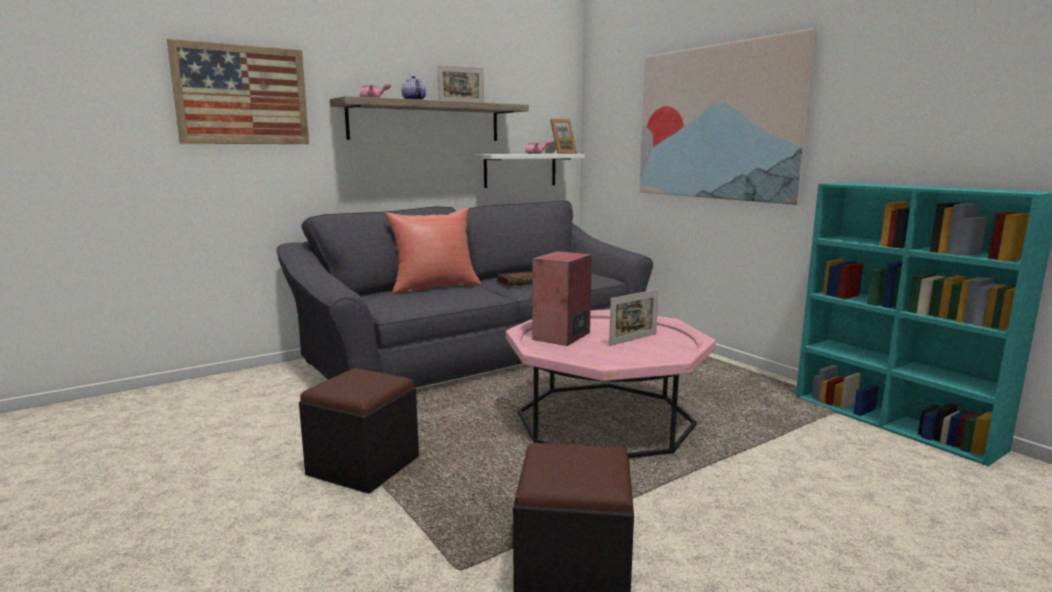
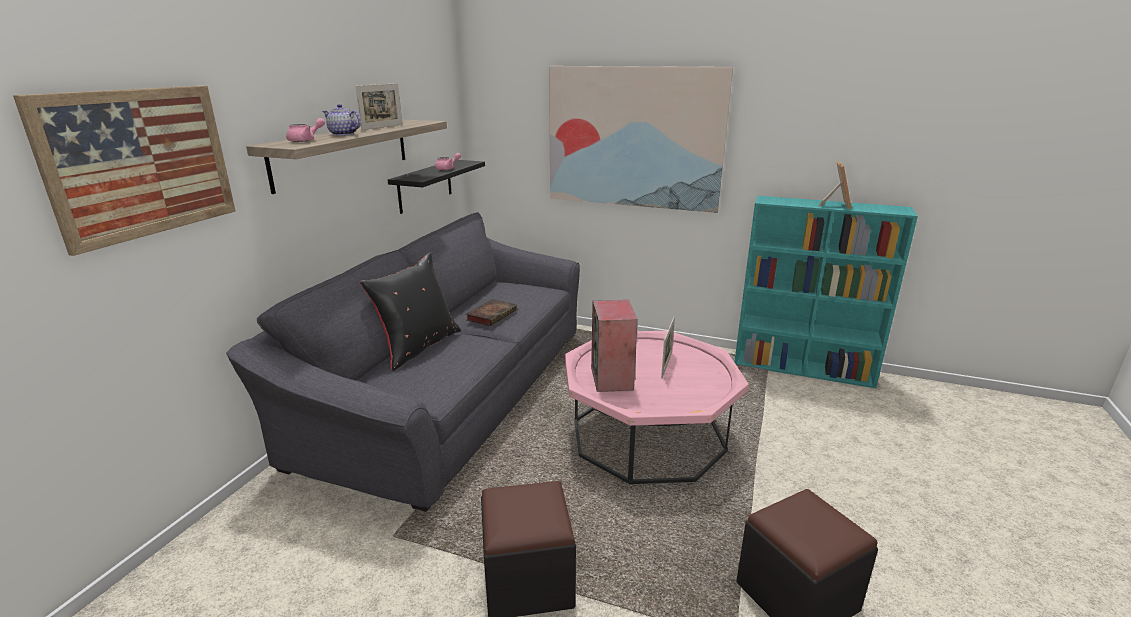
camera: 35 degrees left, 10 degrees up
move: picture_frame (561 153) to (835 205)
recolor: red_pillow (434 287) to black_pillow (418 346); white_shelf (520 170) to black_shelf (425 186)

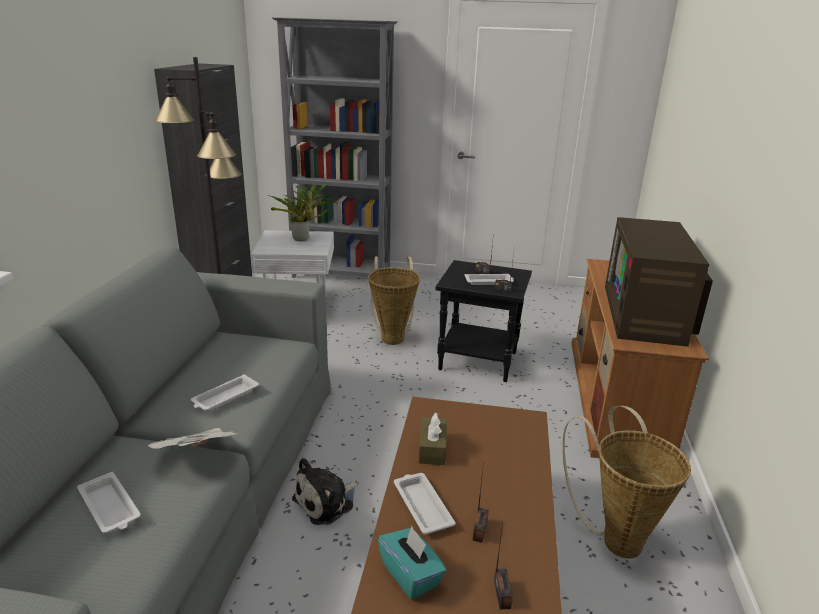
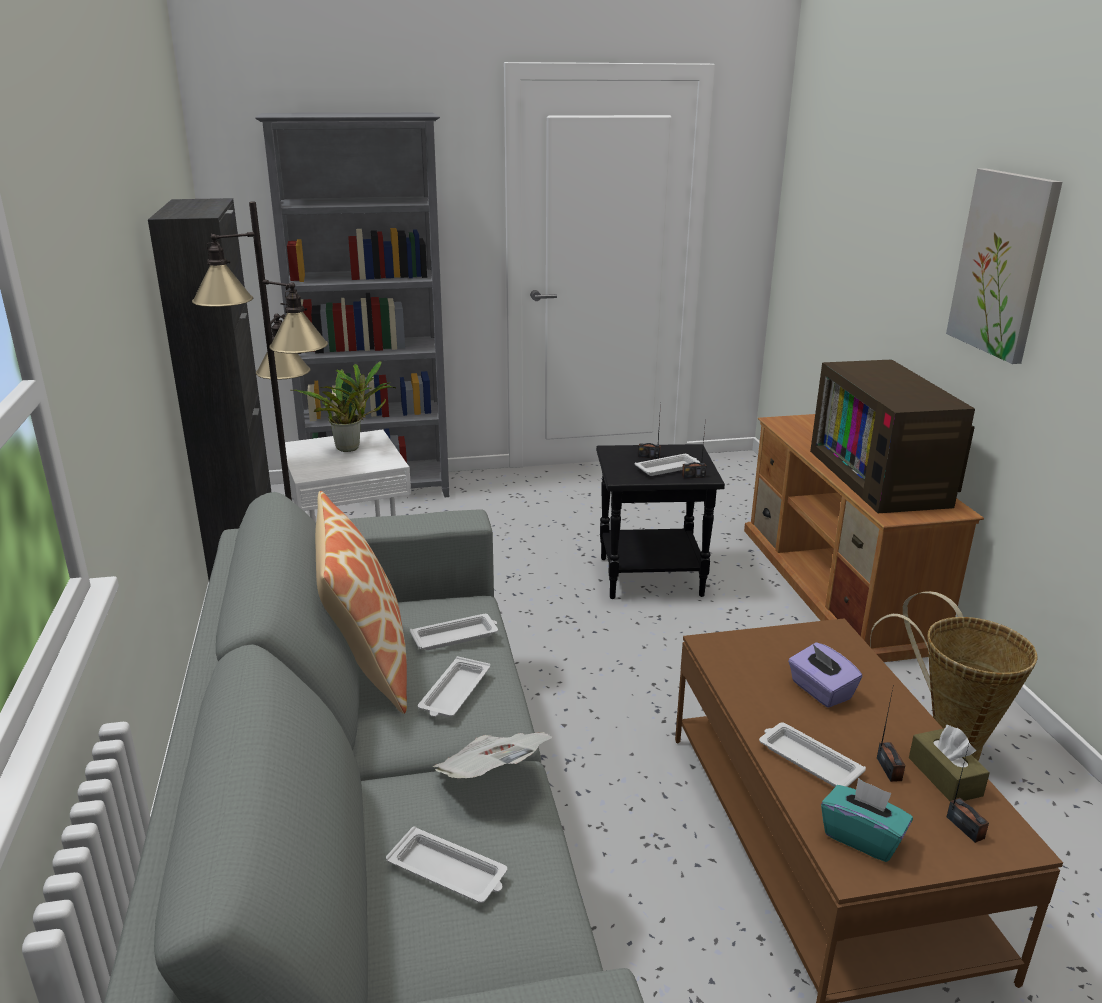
camera: 20 degrees left, 0 degrees up
delete: plush_toy (327 502); basket (392 337)
insert: pillow (366 663); white_tray (456 636); purple_tissue_box (820 691); picture (1003 264)
move: brown_tissue_box (432 449) to (945 776)

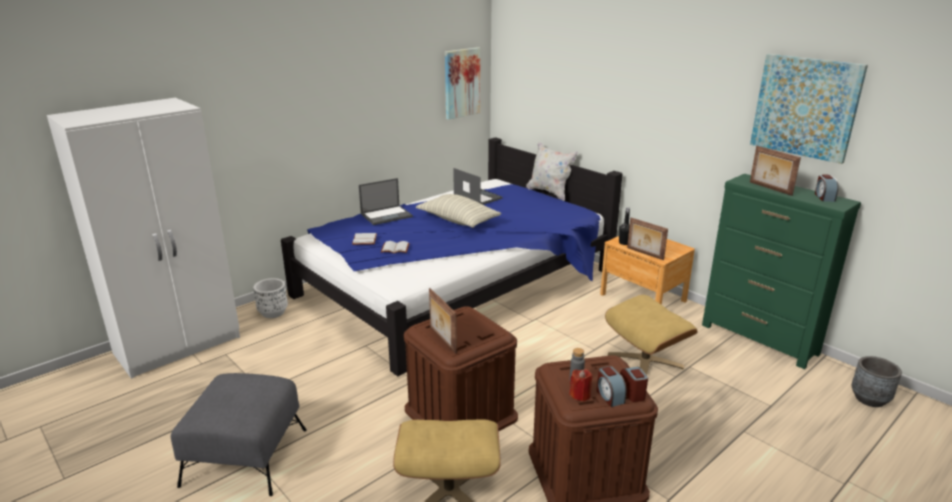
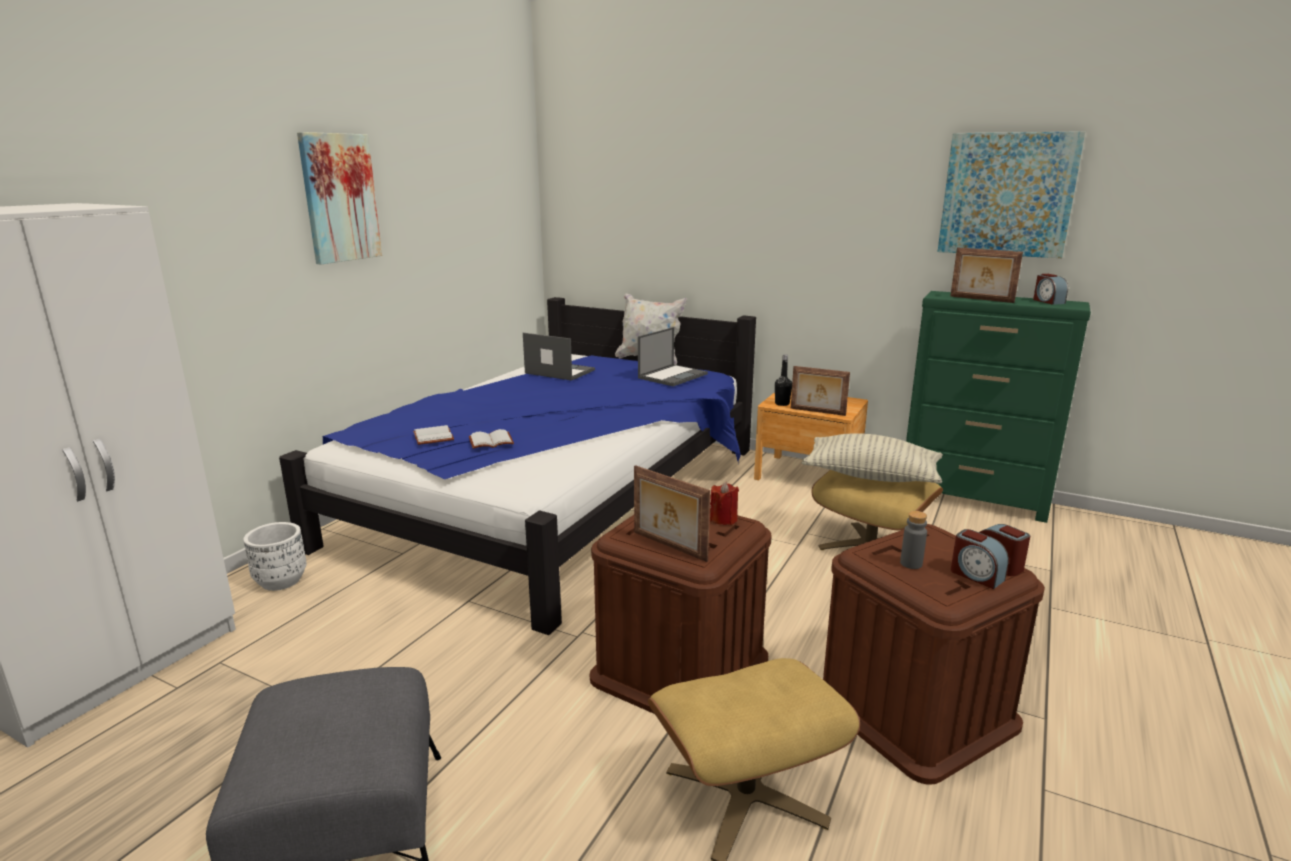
camera: 20 degrees left, 5 degrees down
delete: grey_planter (870 399)
move: laptop (387 215) to (673 376); pillow (458 221) to (871 476); picture (461 83) to (339 198); red_candle (580 395) to (723 519)

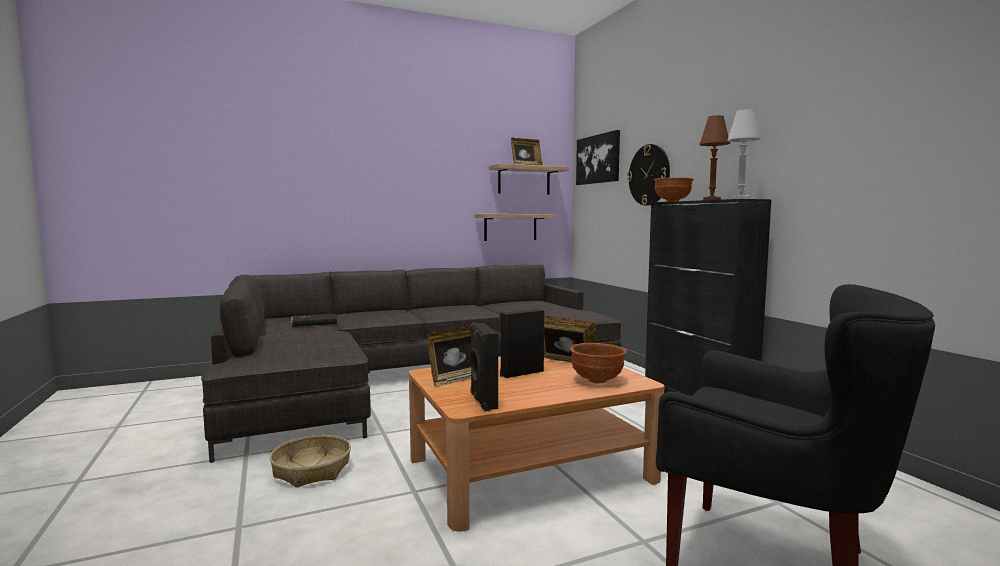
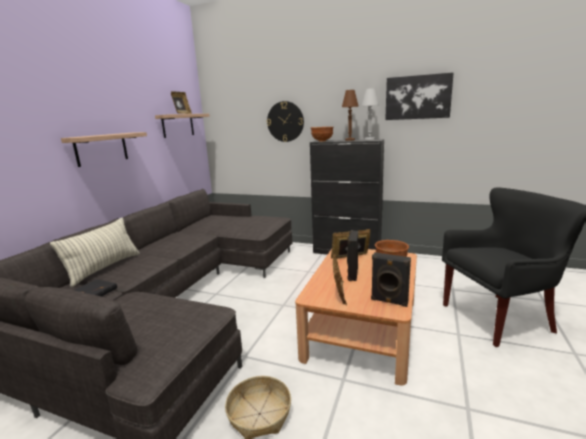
camera: 45 degrees left, 10 degrees up
insert: pillow (104 268)
move: shelf (510 227) to (101 149); picture (598 159) to (417 97)

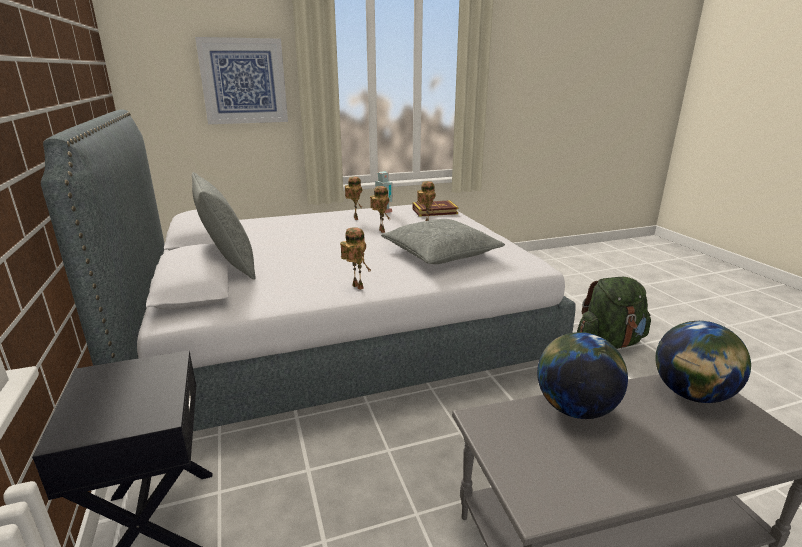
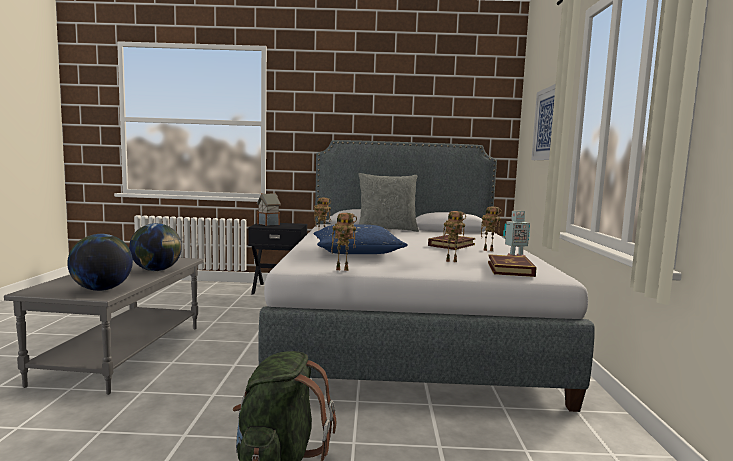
camera: 110 degrees right, 15 degrees down
insert: toy_house (268 224); book (451 245)
move: toy_robot (380 231) to (343 269)
recolor: grey_pillow (440 253) to blue_pillow (356 252)

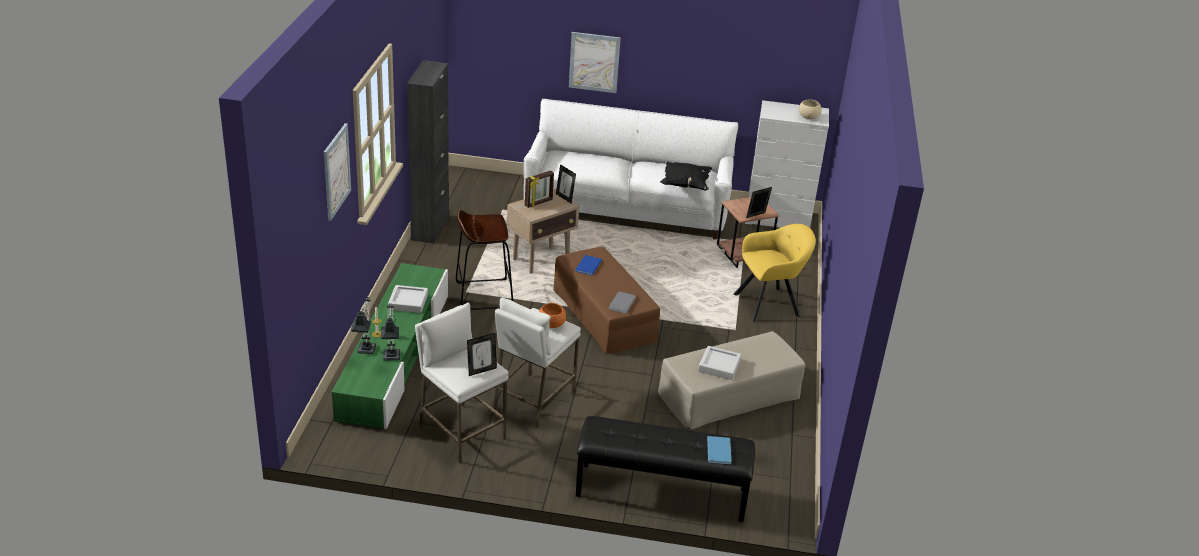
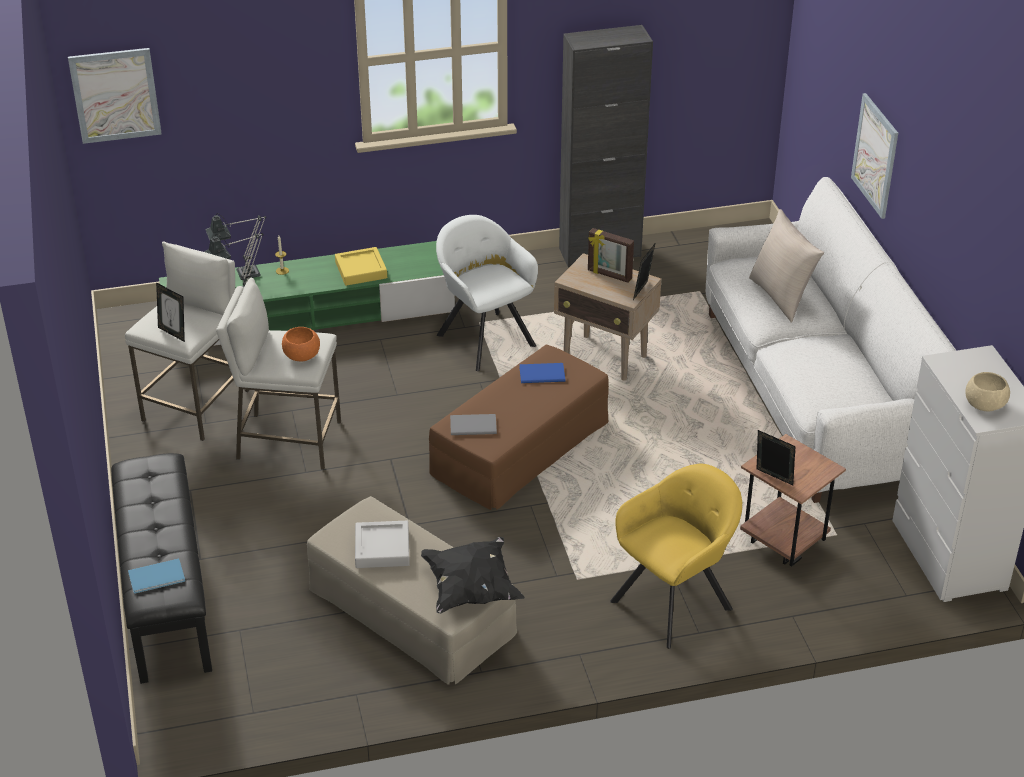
camera: 70 degrees right, 5 degrees up
insert: beige_pillow (781 297)
move: picture (336 171) to (115 95); black_pillow (685 185) to (471 589)
replace: brown_stool (483 294) to white_armchair (484 337)
recolor: grey_tray (408 302) to yellow_tray (361 270)
rotate: yellow_armchair (770 305) = (676 602) 90 degrees counterclockwise

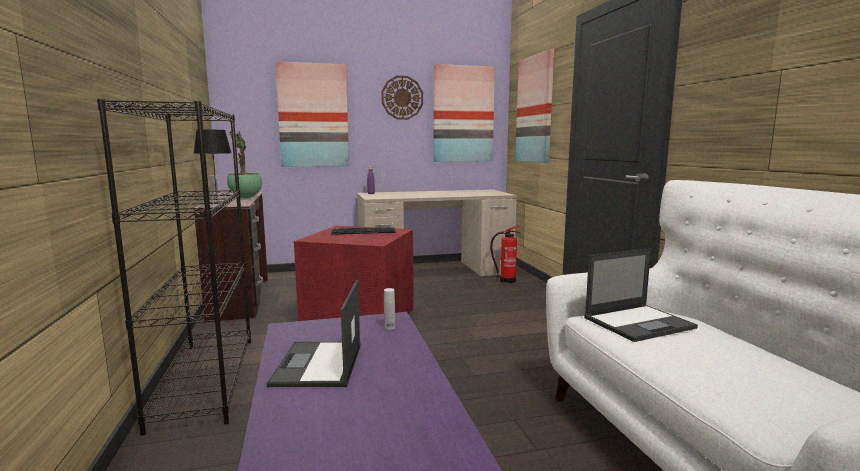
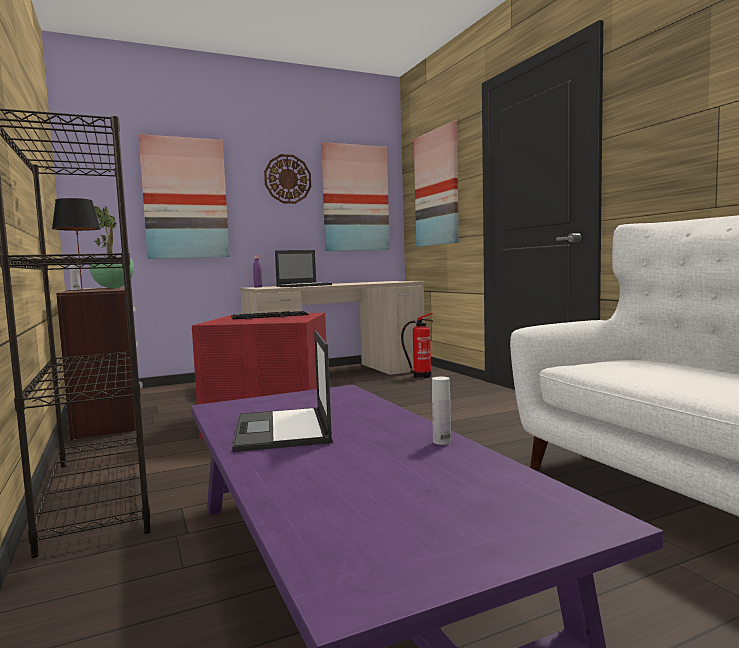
camera: 10 degrees left, 5 degrees down
move: white_bottle (389 327) to (442 441); laptop (639 322) to (304 285)

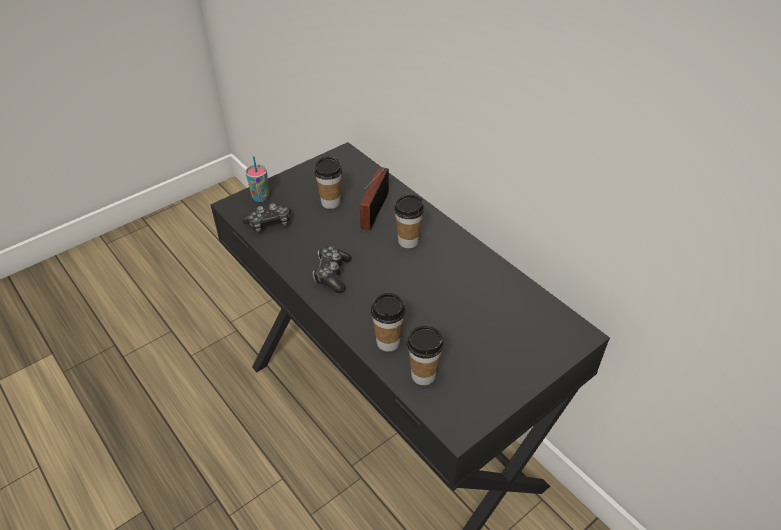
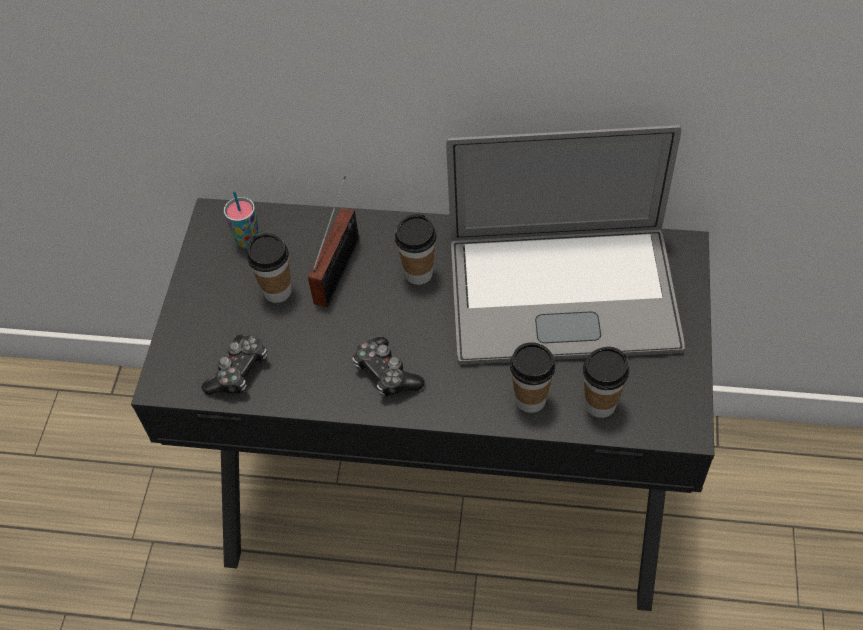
camera: 40 degrees left, 10 degrees up
insert: laptop (562 294)
move: cup (260 198) to (248 240)
rotate: radio (373 212) = (340 267) 135 degrees counterclockwise

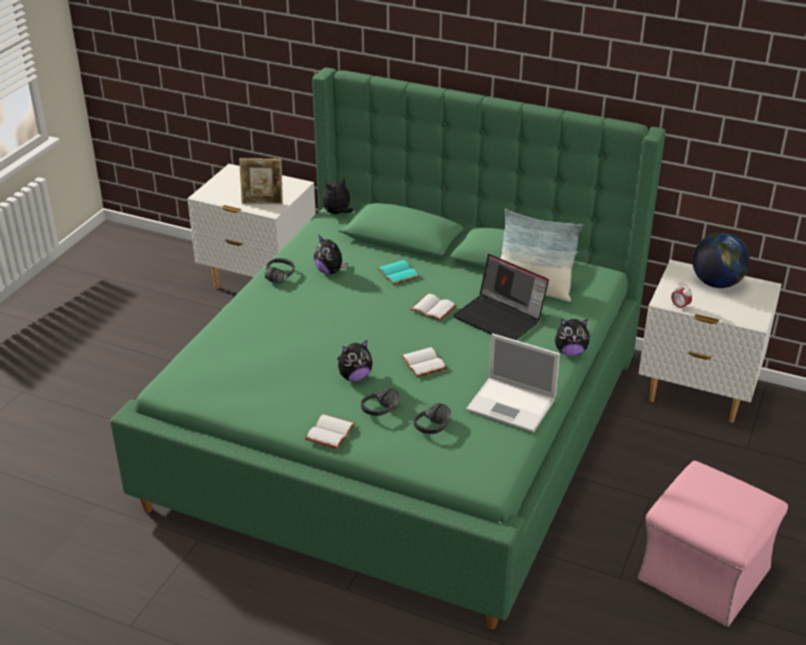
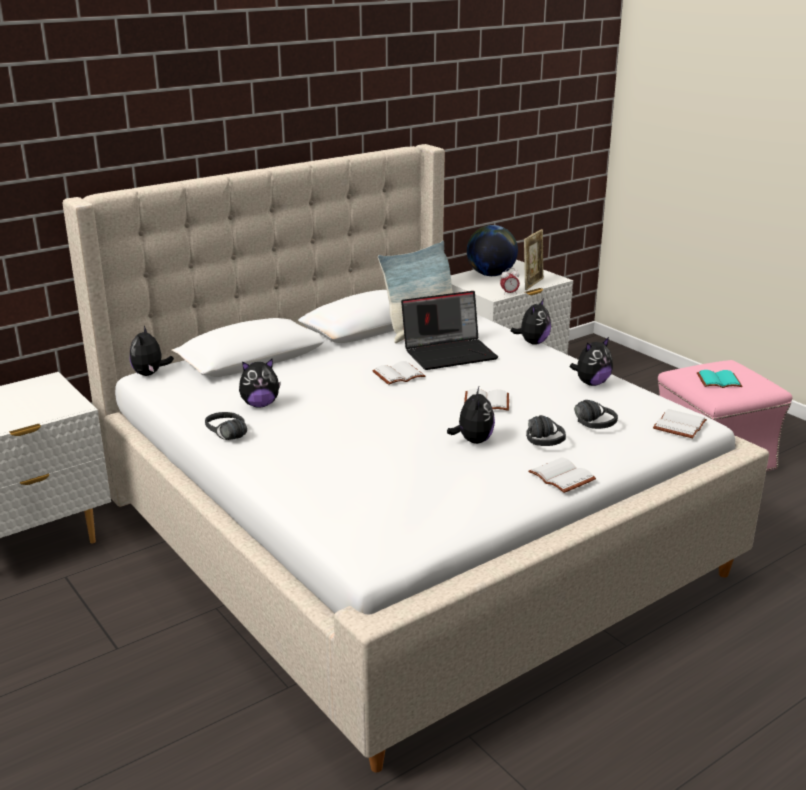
camera: 60 degrees left, 10 degrees down
insert: white_book (678 425)
move: picture_frame (263 203) to (532 283); turquoise_book (399 274) to (719 380)
replace: laptop (512 405) to plush_toy (591 383)
recolor: green_bed (404 427) to beige_bed (404 530)

